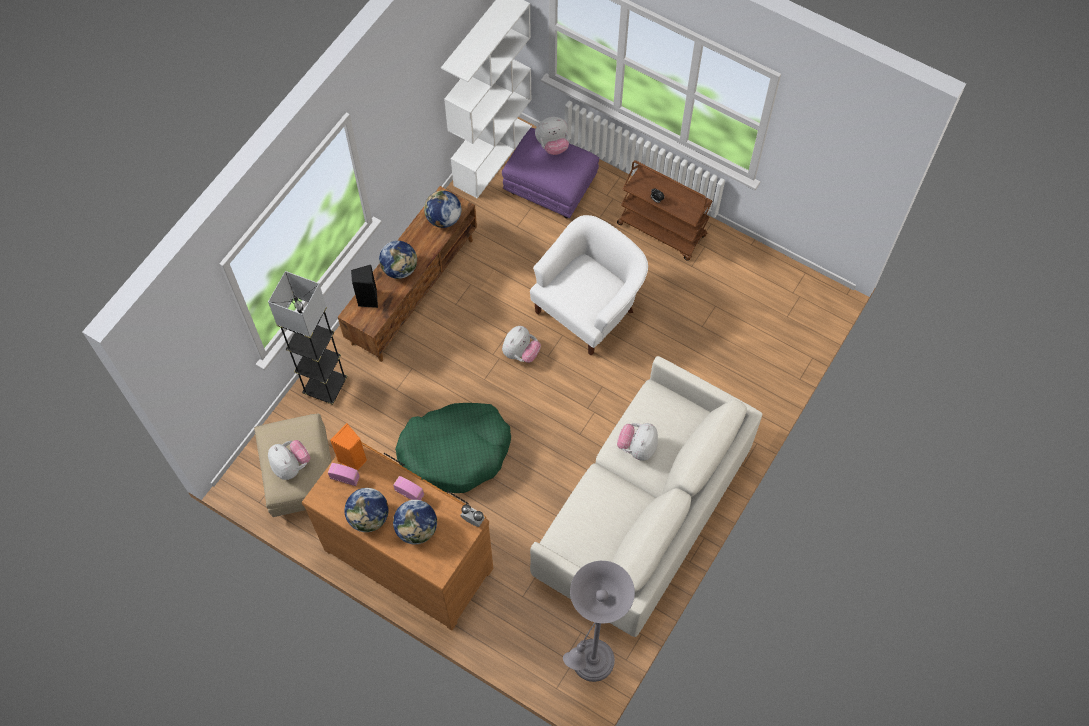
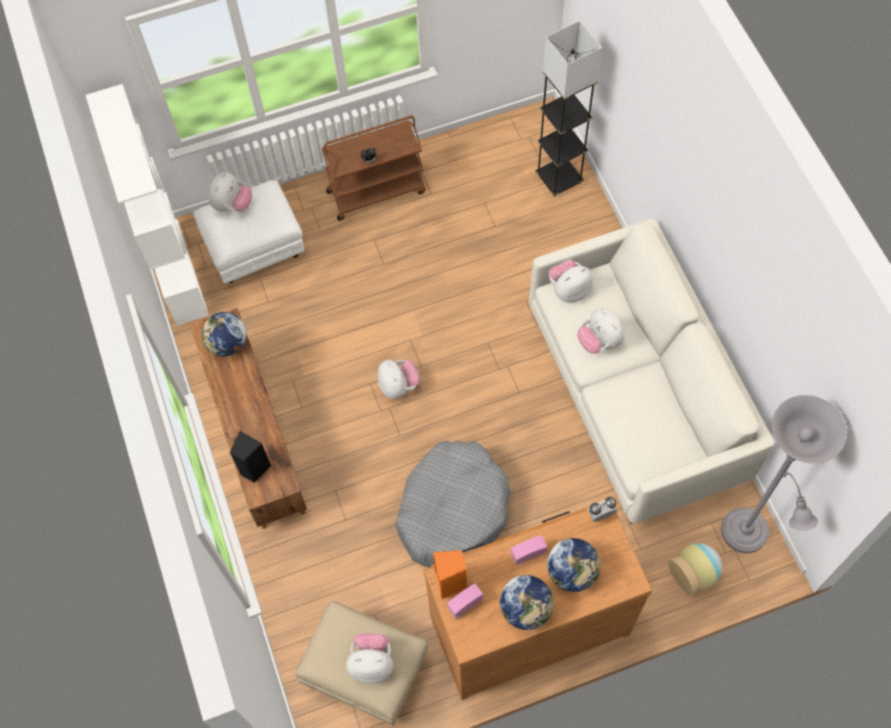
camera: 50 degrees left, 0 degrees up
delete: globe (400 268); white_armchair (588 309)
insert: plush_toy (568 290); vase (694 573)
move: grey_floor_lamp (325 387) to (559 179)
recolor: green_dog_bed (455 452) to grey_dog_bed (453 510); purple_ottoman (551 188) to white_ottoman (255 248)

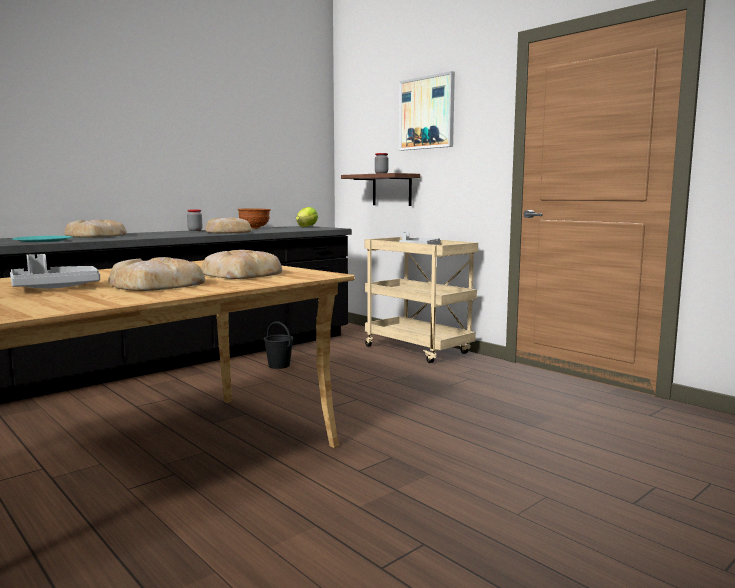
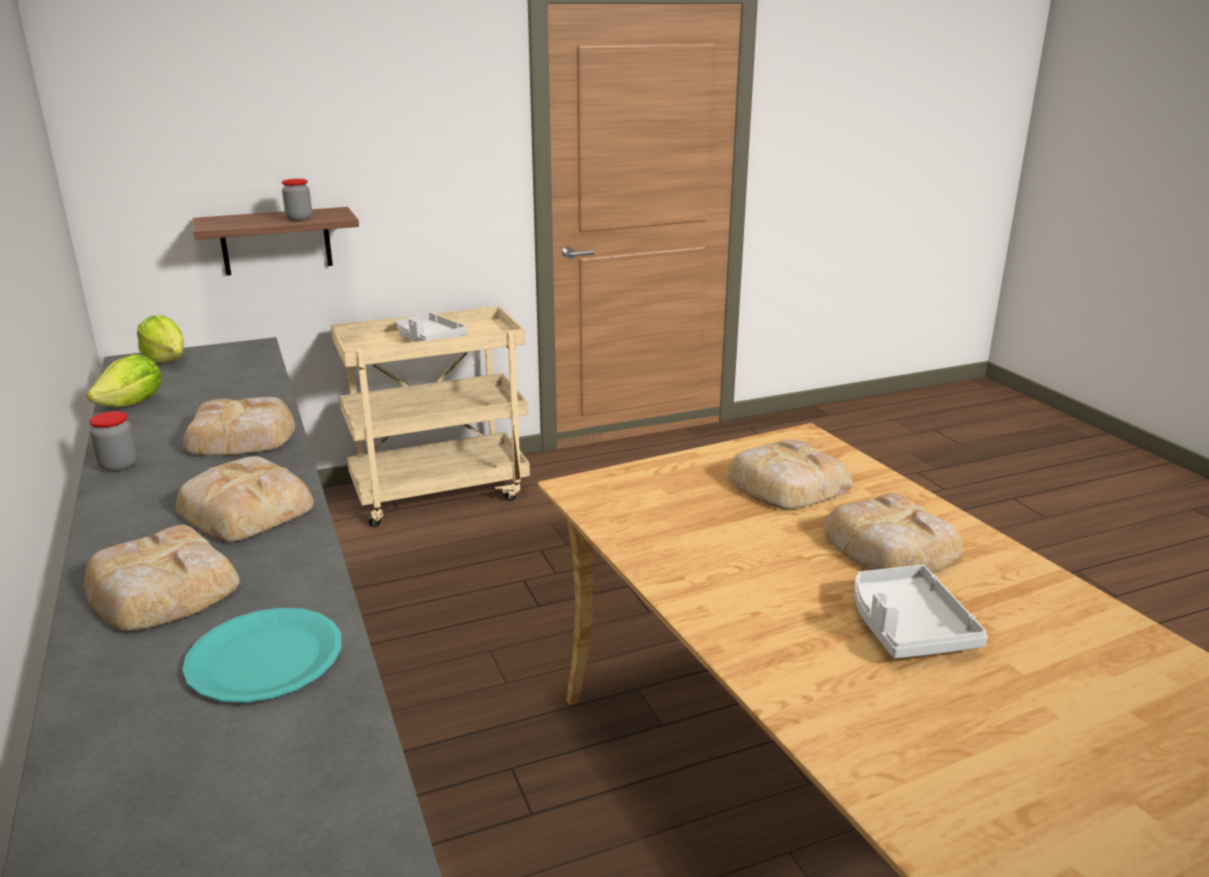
camera: 70 degrees left, 15 degrees up
delete: black_bucket (279 366); picture (427 113)
insert: bread (247 508)
replace: brown_bowl (254 228) to lettuce (133 404)

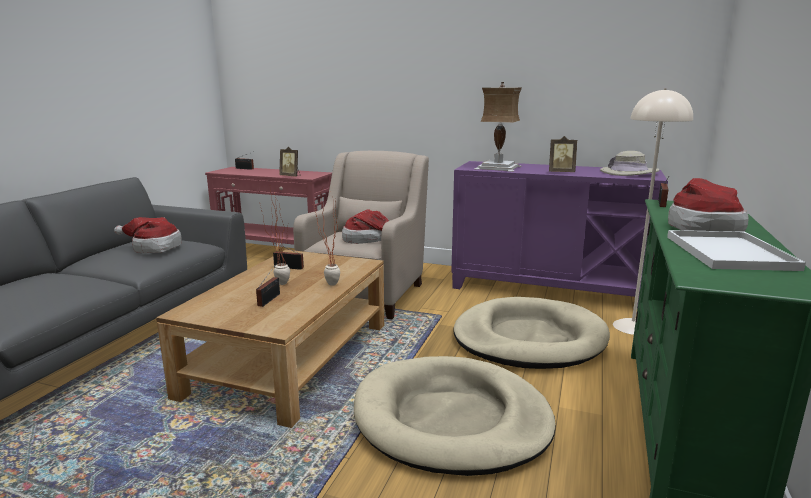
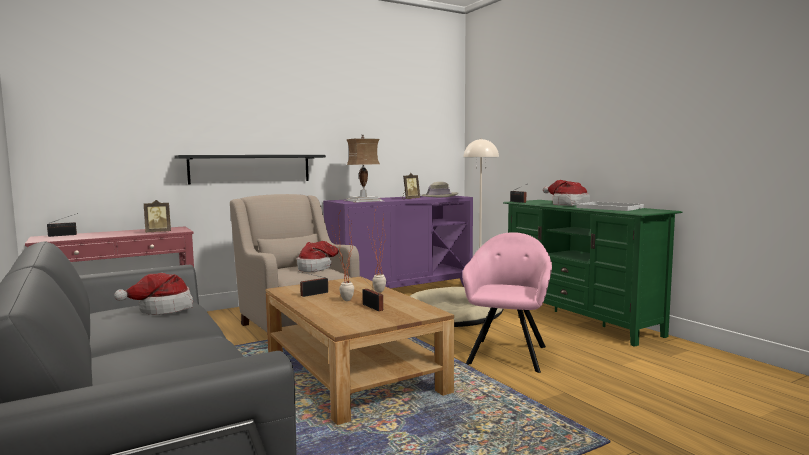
camera: 50 degrees left, 10 degrees down
insert: black_shelf (250 168)
replace: beige_dog_bed (451 419) to pink_armchair (508 353)

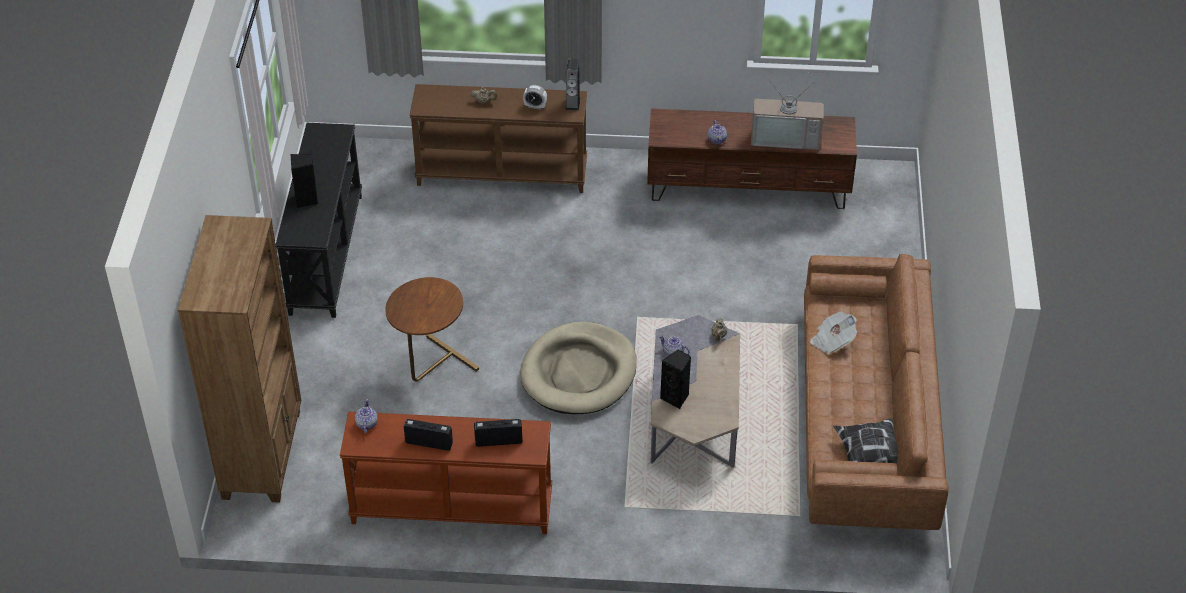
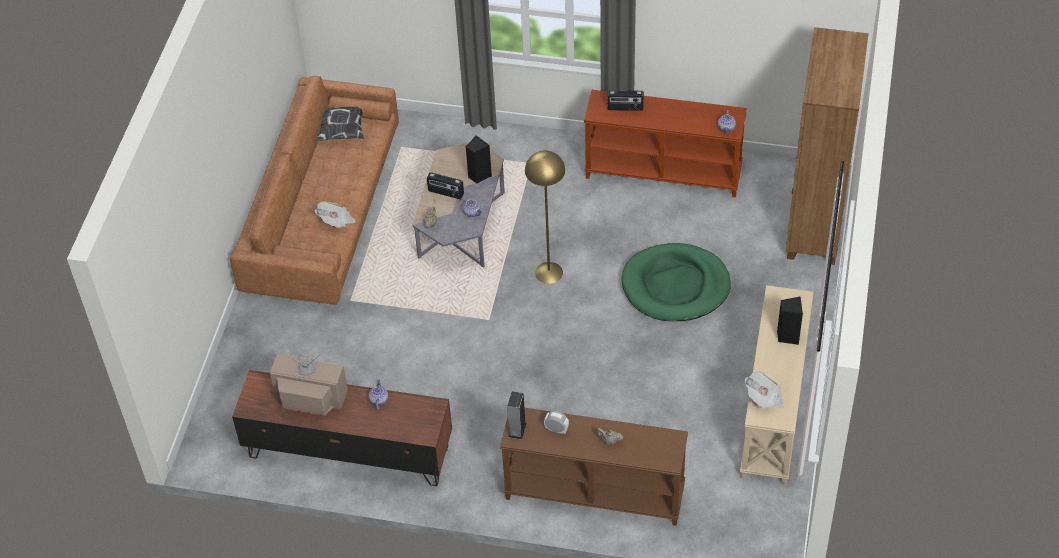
camera: 170 degrees left, 5 degrees up
insert: newspaper (764 398)
move: radio (429 443) to (446 193)
replace: brown_side_table (431 370) to green_dog_bed (675 286); beige_dog_bed (579 372) to yellow_floor_lamp (548 272)
recolor: black_console_table (325 253) to beige_console_table (774 412)

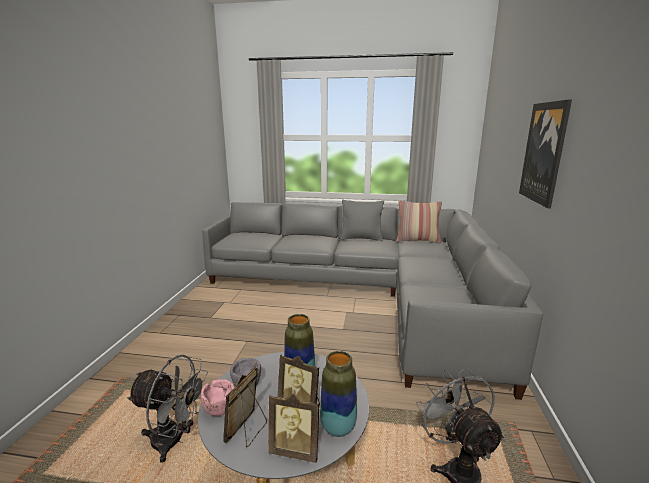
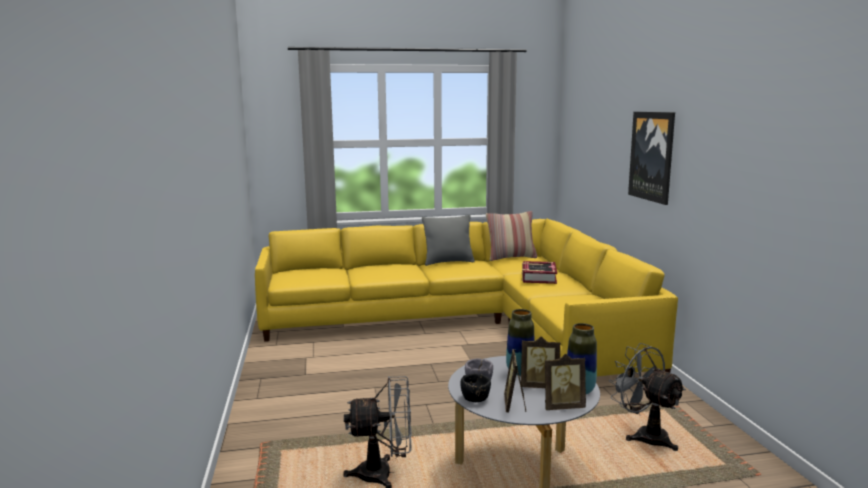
camera: 20 degrees left, 5 degrees down
insert: book (538 277)
recolor: pink_bowl (219 409) to black_bowl (475 399); grey_sofa (366 293) to yellow_sofa (467 325)

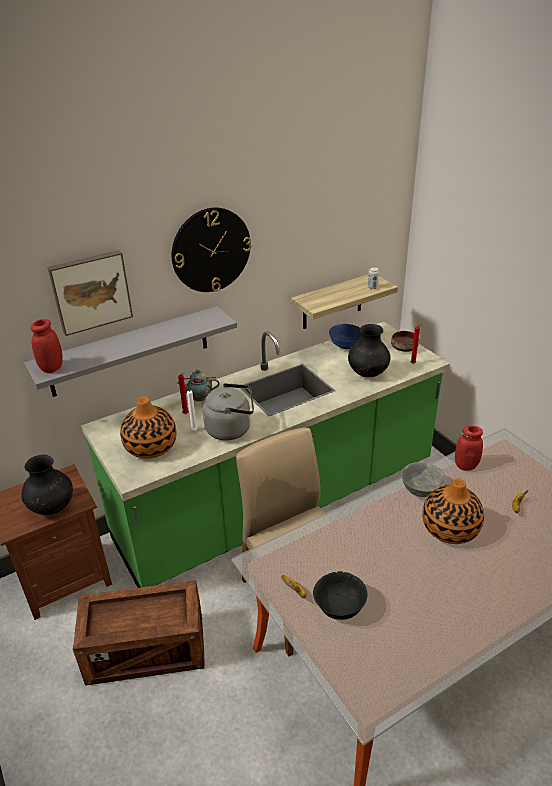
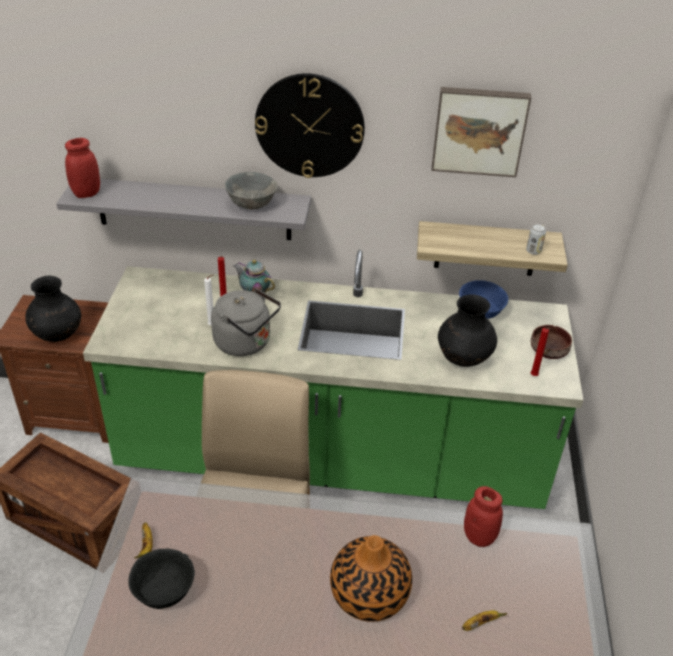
camera: 35 degrees right, 5 degrees up
delete: vase (150 447)
move: picture (90 291) to (479 130); grey_bowl (421 490) to (252 204)

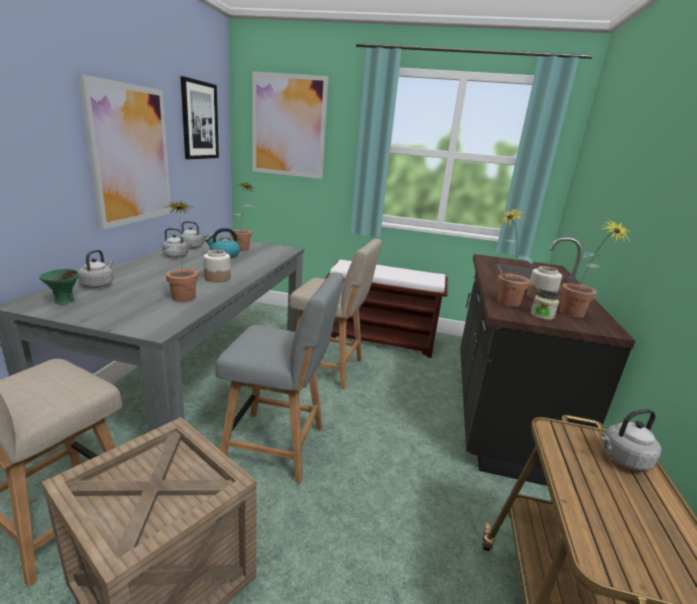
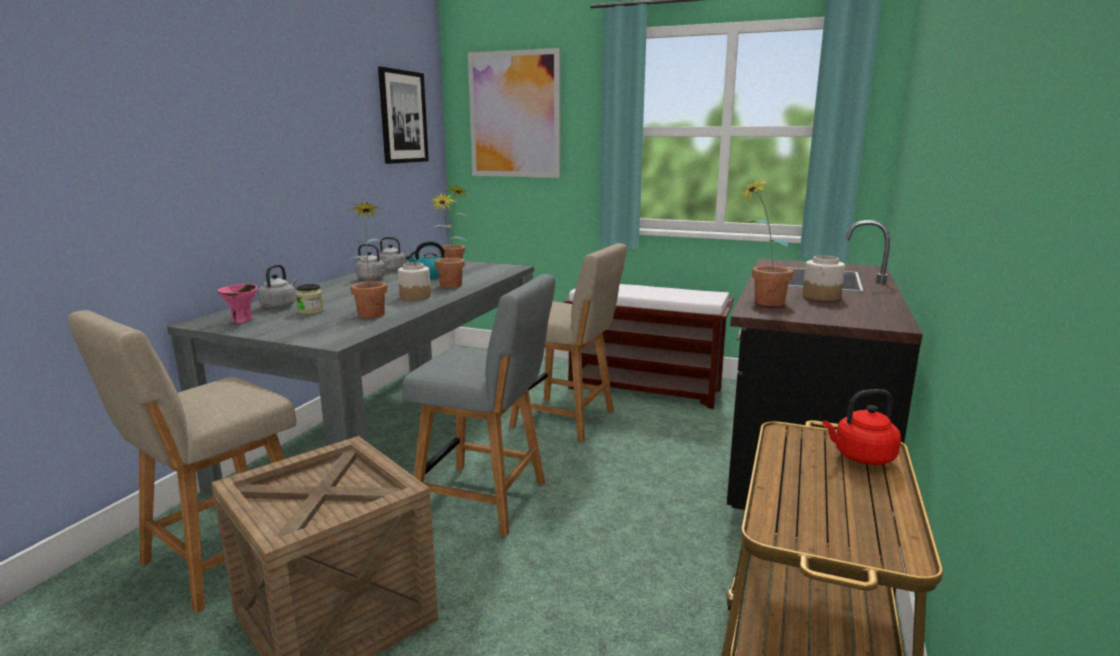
camera: 10 degrees right, 5 degrees down
delete: picture (131 155)
move: jar (542 315) to (311 311); potted_plant (576 316) to (449 287)
recolor: green_bowl (64 302) to pink_bowl (242 320); grey_kettle (623 459) to red_kettle (861 457)

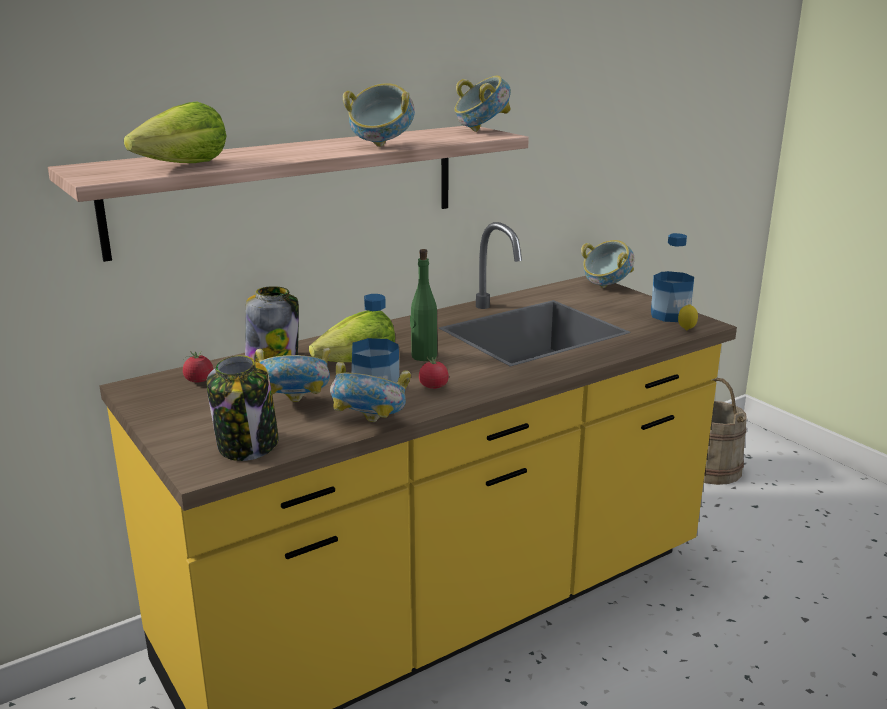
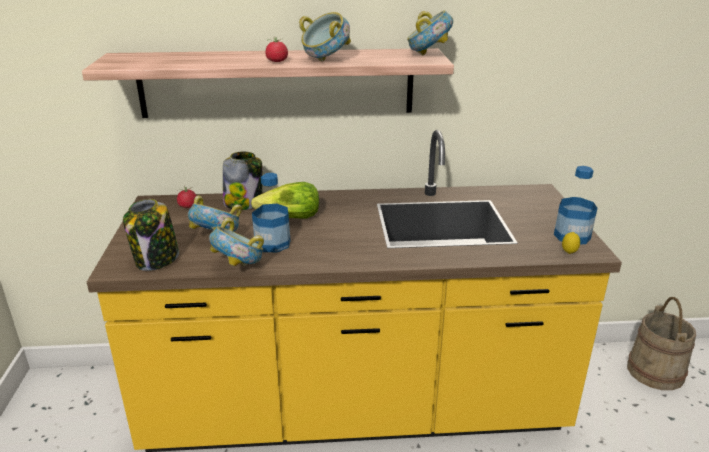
camera: 30 degrees right, 5 degrees up
delete: lettuce (184 166); green_bottle (423 356); bowl (606 286)
move: tomato (433 387) to (277 61)

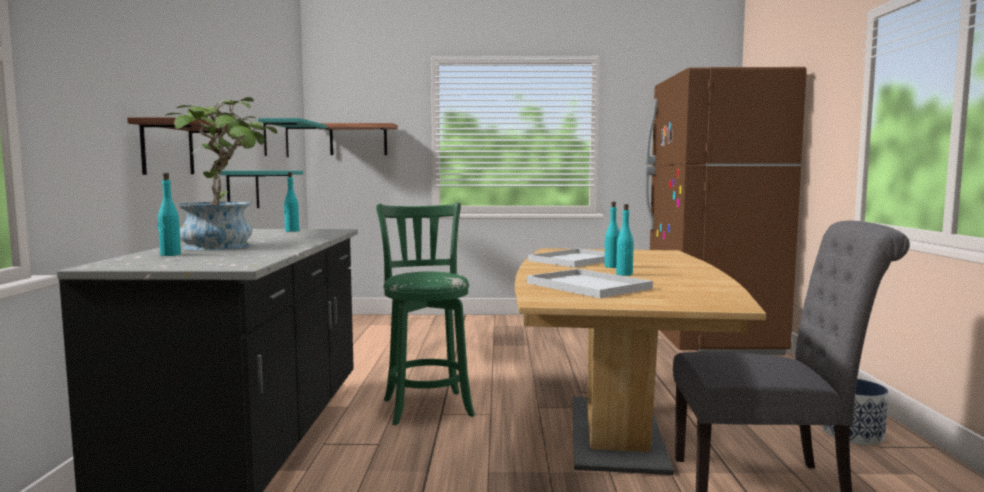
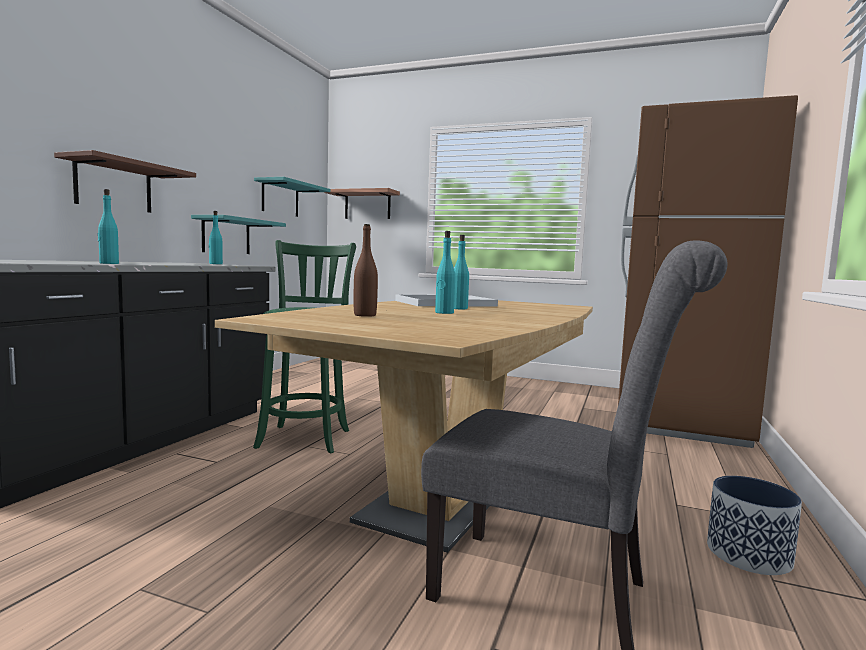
camera: 20 degrees right, 0 degrees up
delete: potted_plant (227 246)
move: turquoise_bottle (170 254) to (108 263)
replace: white_tray (590 286) to brown_bottle (365 315)

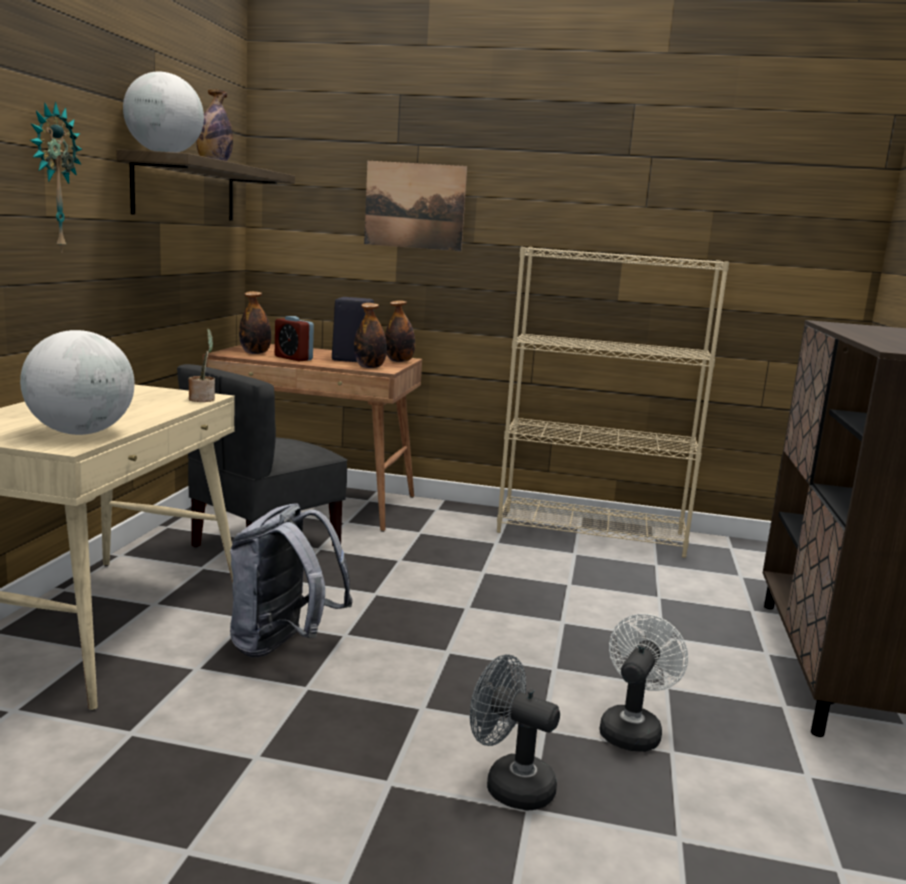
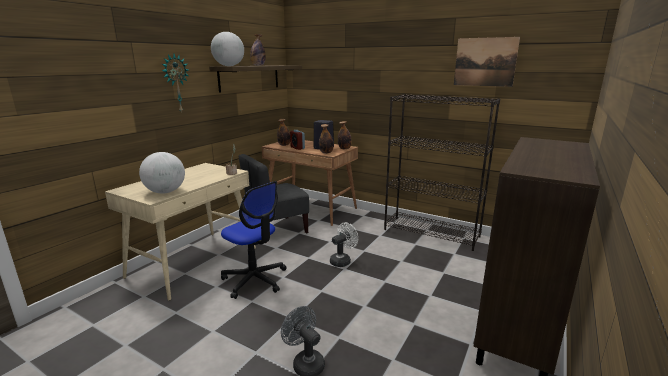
camera: 20 degrees right, 5 degrees up
move: picture (414 206) to (485 62); white_fan (632 729) to (342 260)
replace: grey_backpack (282 646) to office_chair (255 279)
recolor: beige_bookcase (592 533) to black_bookcase (431 233)

